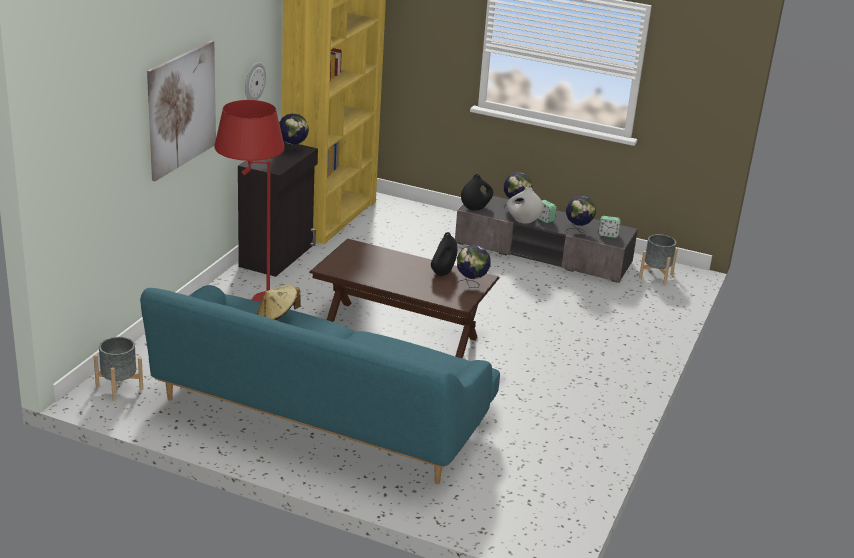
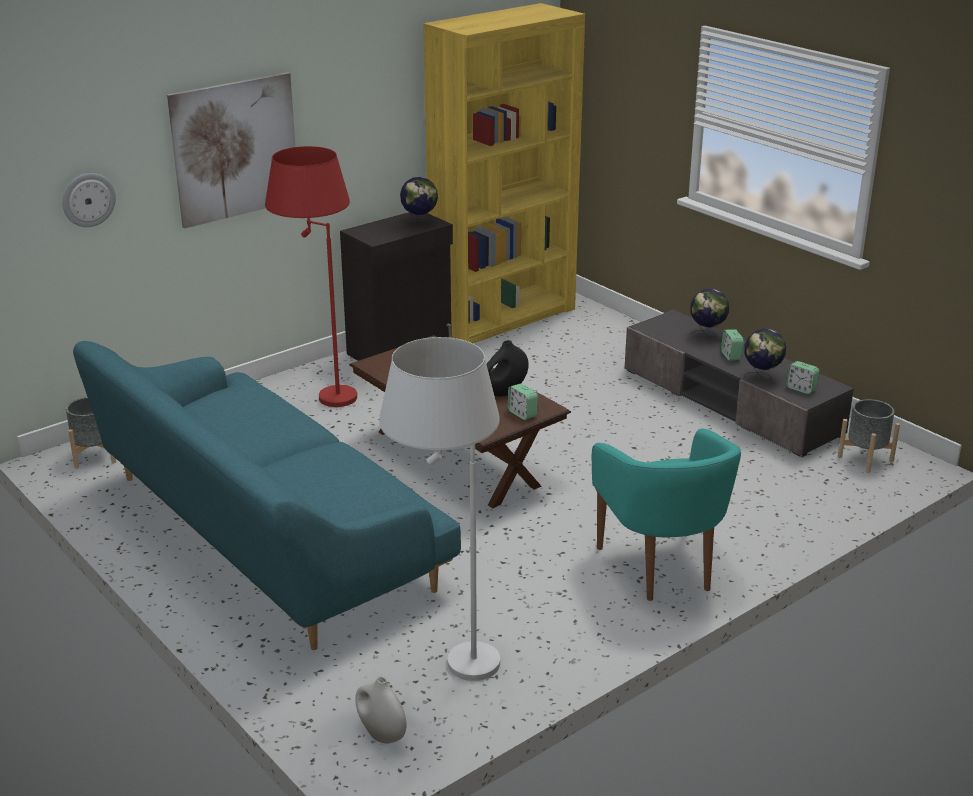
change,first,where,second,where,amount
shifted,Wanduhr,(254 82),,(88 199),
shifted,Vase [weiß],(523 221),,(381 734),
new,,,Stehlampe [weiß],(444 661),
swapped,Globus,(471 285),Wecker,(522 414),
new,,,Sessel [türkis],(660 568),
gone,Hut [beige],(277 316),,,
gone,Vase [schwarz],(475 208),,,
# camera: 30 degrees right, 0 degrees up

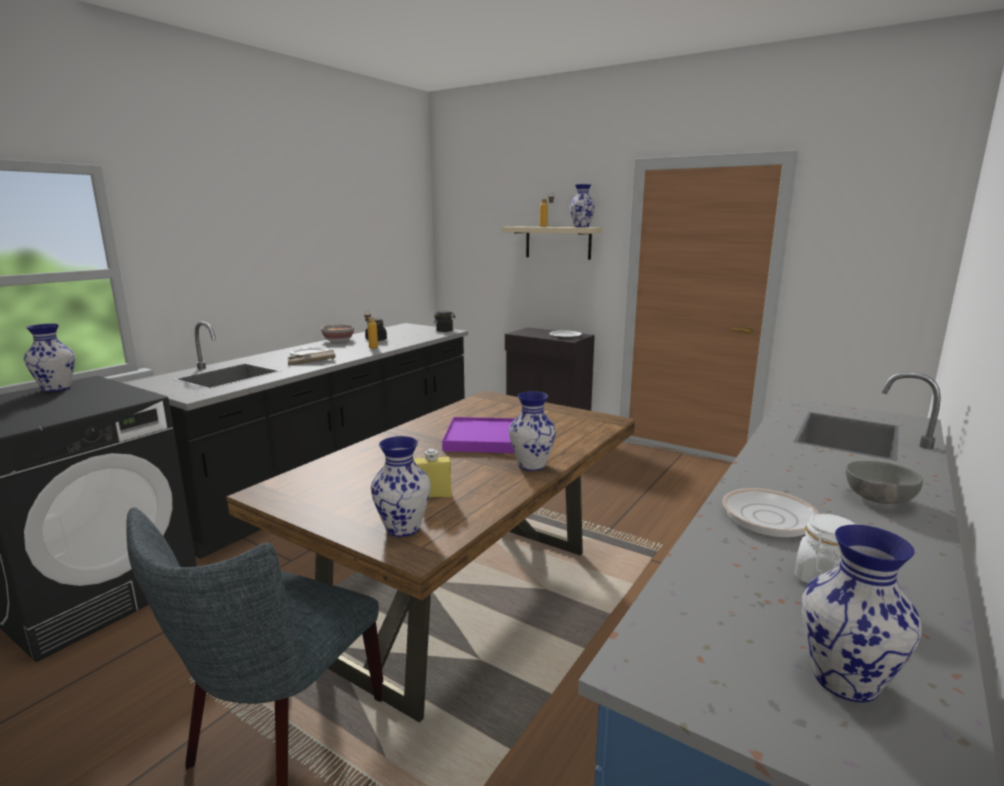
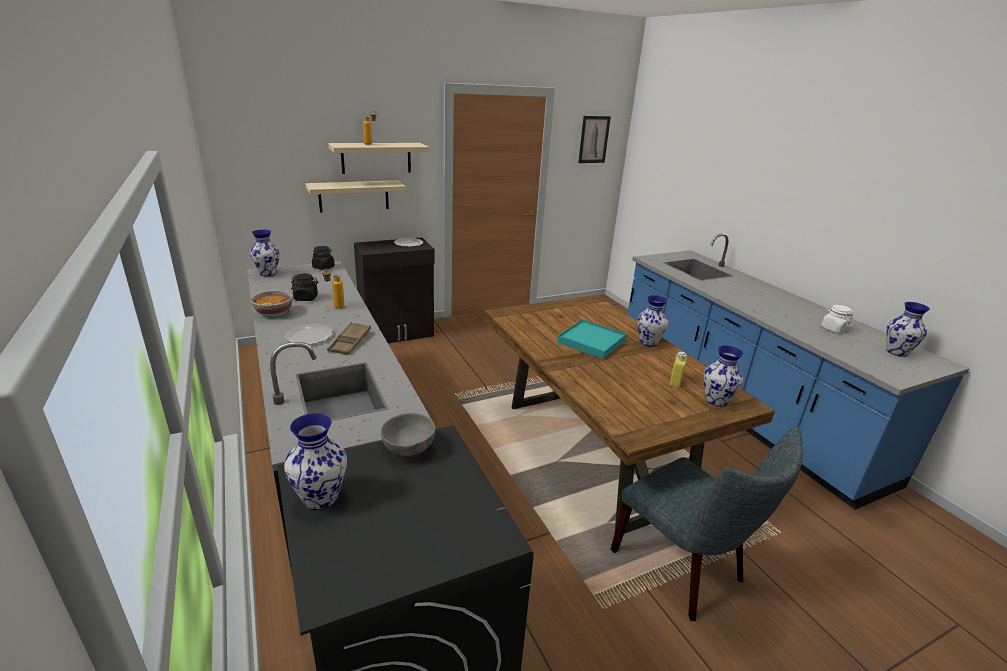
change,first,where,second,where,amount
shifted,Vase,(582 227),,(268 273),
new,,,Wandregal [beige],(354 196),
shifted,Schüssel [grau],(877 500),,(408 449),
repainted,Tablett [lila],(482 439),Tablett [türkis],(592 341),
new,,,Bild,(594 139),
gone,Pfanne,(775 520),,,
# camera: 60 degrees left, 10 degrees up

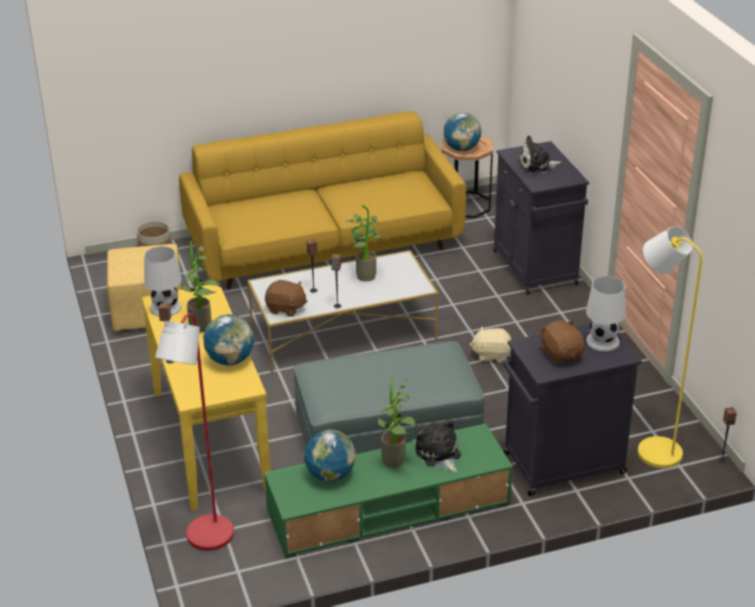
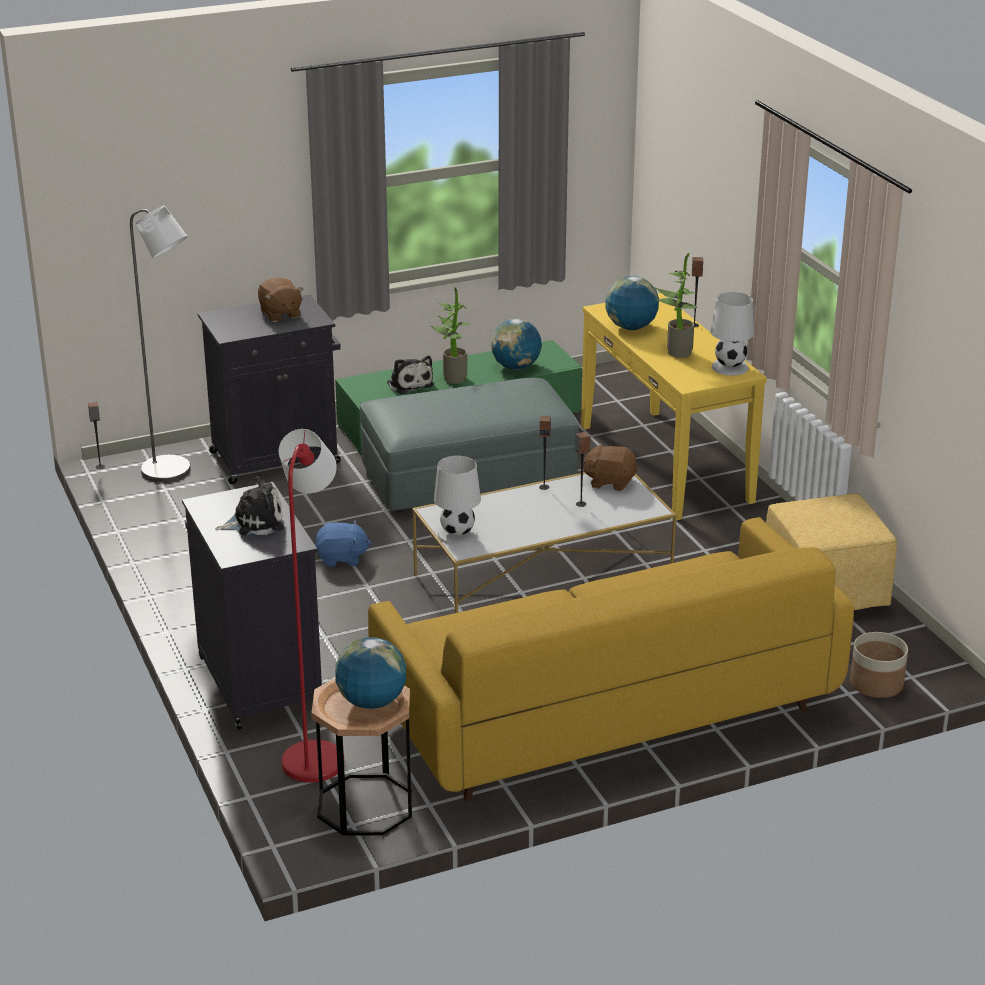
change,first,where,second,where,amount
repainted,Stehlampe [gelb],(651 450),Stehlampe [grau],(173 472),
shifted,Stehlampe [rot],(206 540),,(317 755),
repainted,Plüschtier [beige],(491 355),Plüschtier [blau],(342 558),
shifted,Tischlampe [weiß],(602 341),,(458 535),
gone,Topfpflanze,(364 275),,,
# camera: 175 degrees right, 5 degrees down

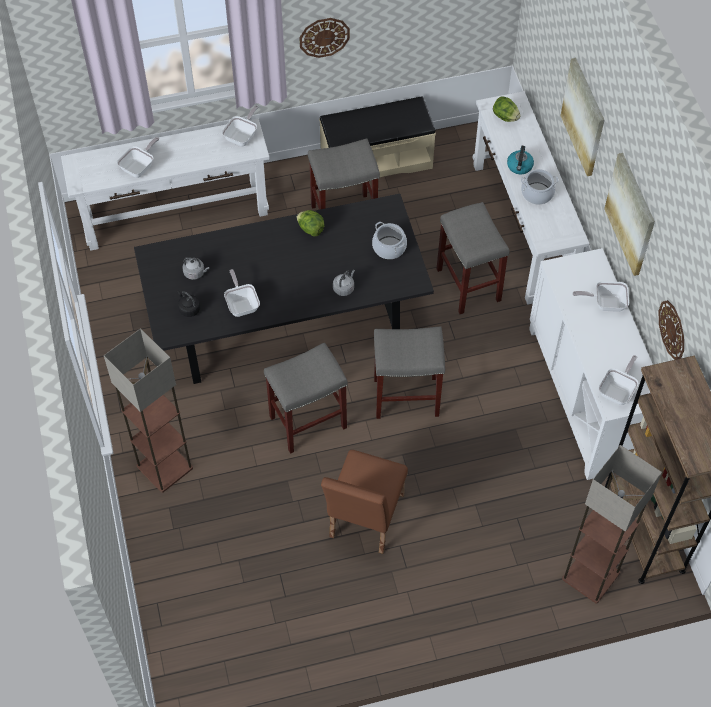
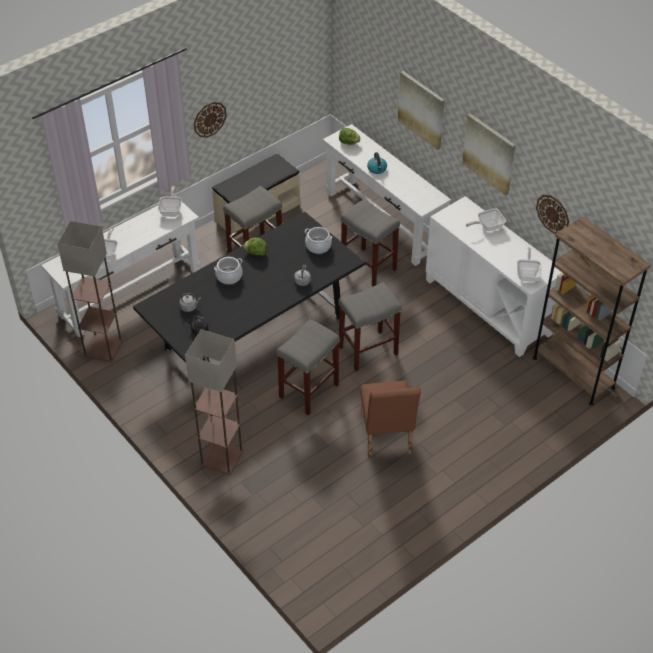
change,first,where,second,where,amount
shifted,Stehlampe,(591 577),,(103 348),
shifted,Kochtopf,(537 193),,(229 276),
gone,Pfanne,(242 304),,,
# camera: 25 degrees left, 10 degrees down

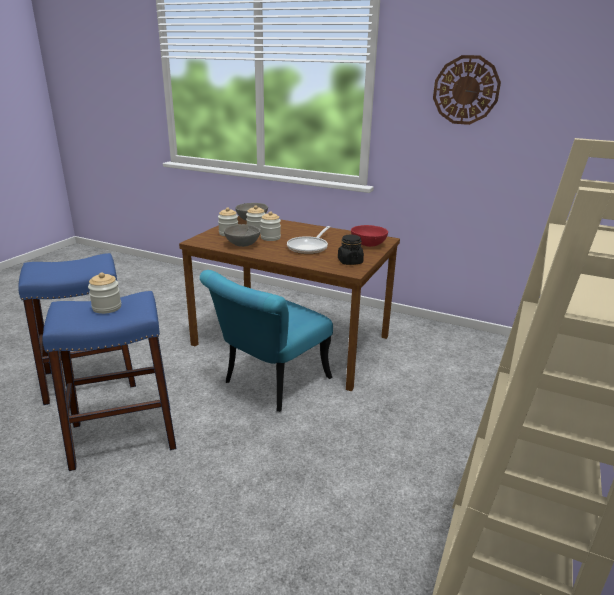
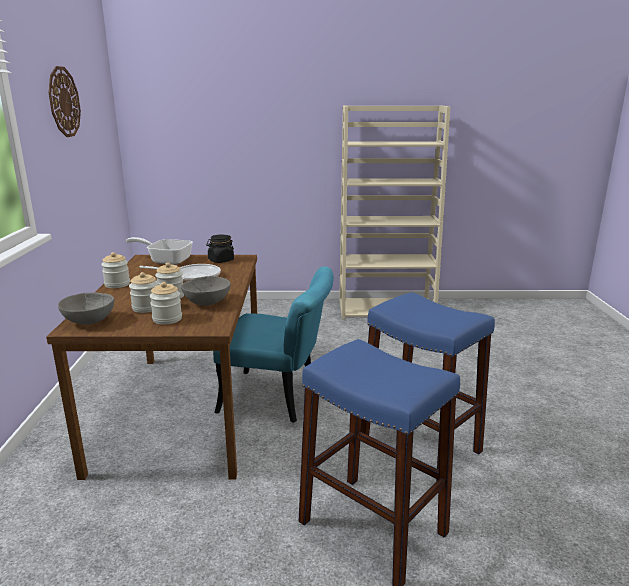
change,first,where,second,where,amount
shifted,Vorratsglas,(107 307),,(117 284),
swapped,Schüssel [rot],(369 245),Pfanne,(166 260),
# camera: 115 degrees left, 5 degrees down

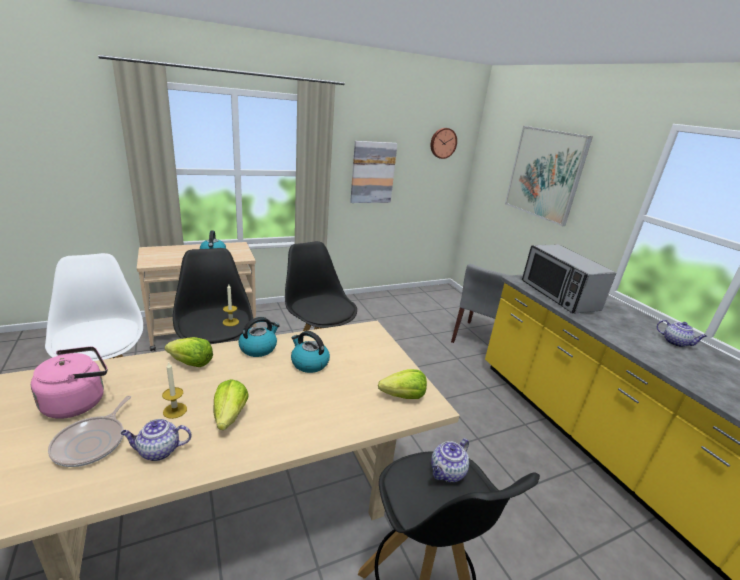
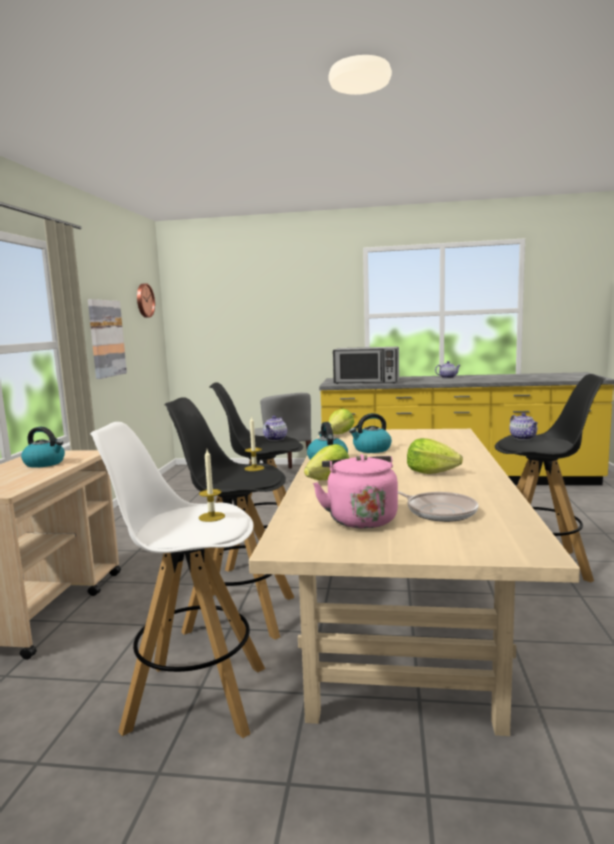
change,first,where,second,where,amount
shifted,Kerze,(175 410),,(211 517),
shifted,Teekanne,(158 451),,(275 439),
shifted,Salatkopf,(403 396),,(340 434),
gone,Bild,(545 174),,,
# camera: 55 degrees left, 15 degrees down

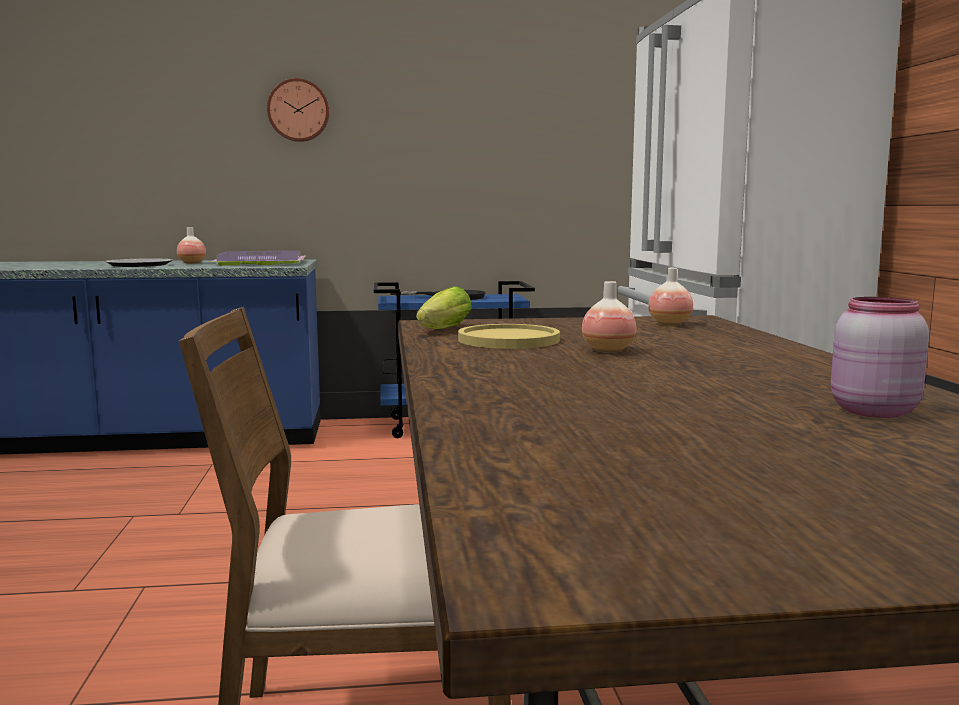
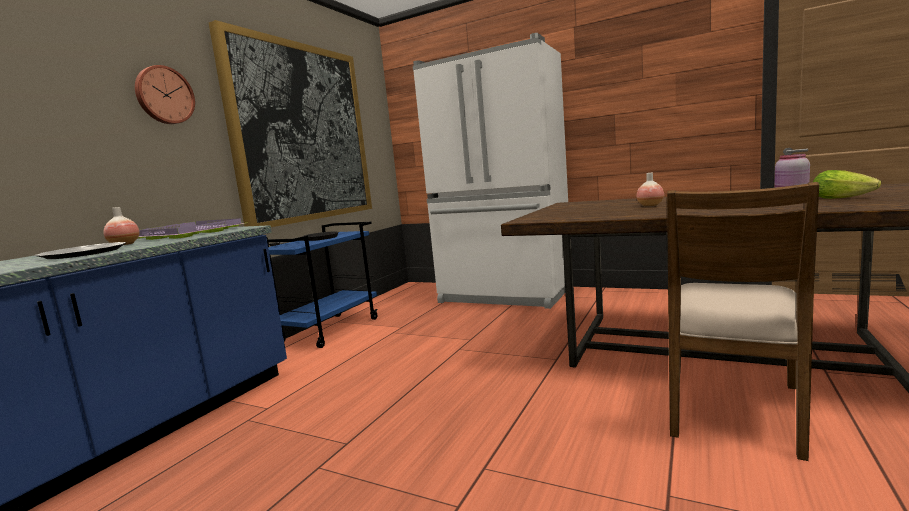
change,first,where,second,where,amount
new,,,Bild,(302 133),
shifted,Salatkopf,(441 330),,(844 198),
gone,Teller [gelb],(508 339),,,
gone,Vase,(669 324),,,
# camera: 55 degrees left, 0 degrees up

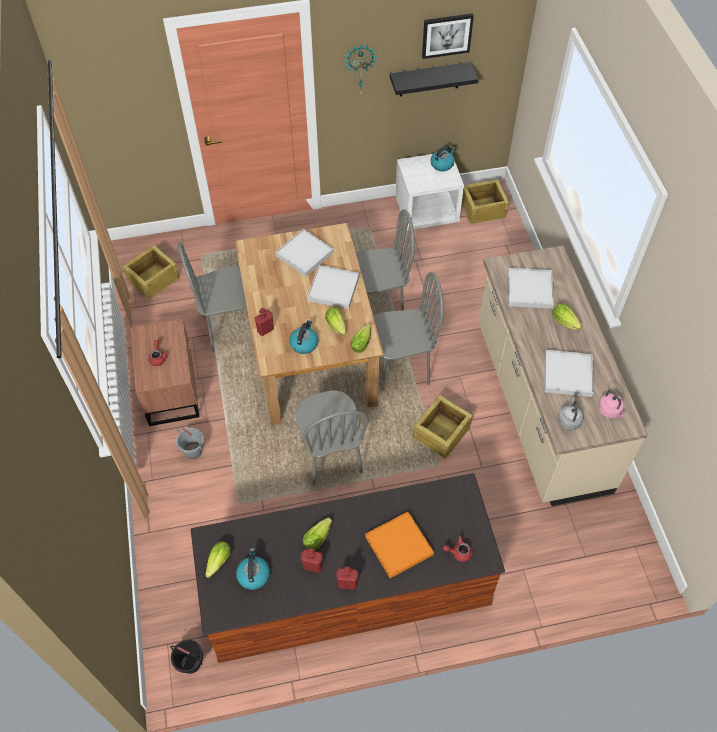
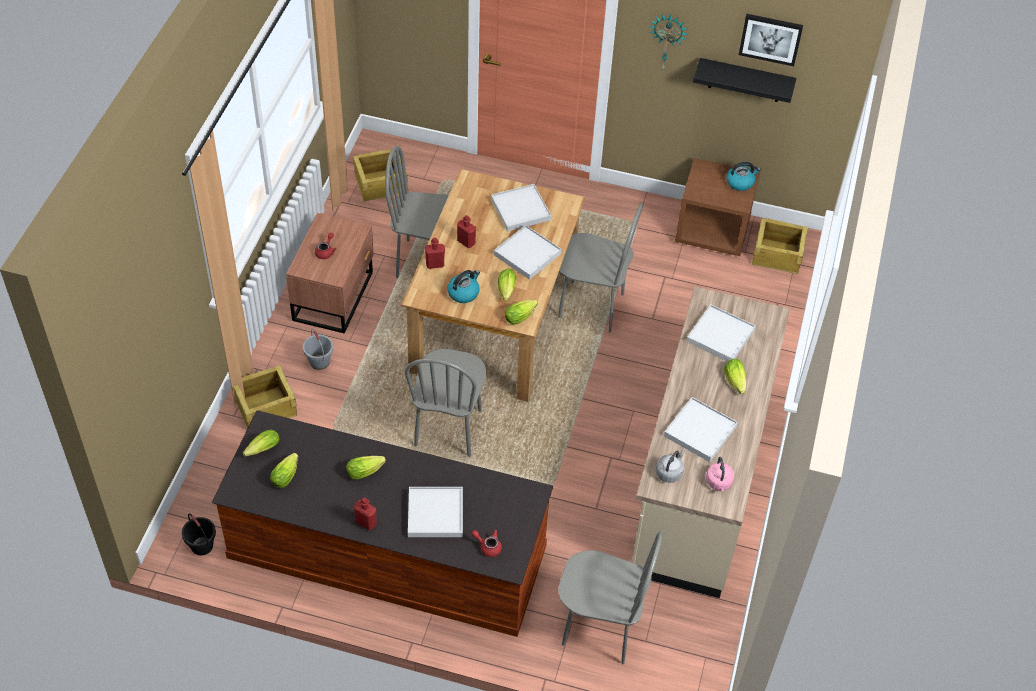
change,first,where,second,where,amount
shifted,Kiste,(440 433),,(265 406),
swapped,Wasserkessel,(253 574),Salatkopf,(286 474),
repainted,Tablett [orange],(399 546),Tablett [weiß],(435 514),
shifted,Flasche [rot],(312 566),,(466 242),
shifted,Stuhl [grau],(400 369),,(600 628),
repainted,Nachttisch [weiß],(427 211),Nachttisch [braun],(712 231),
# camera: 25 degrees right, 5 degrees down

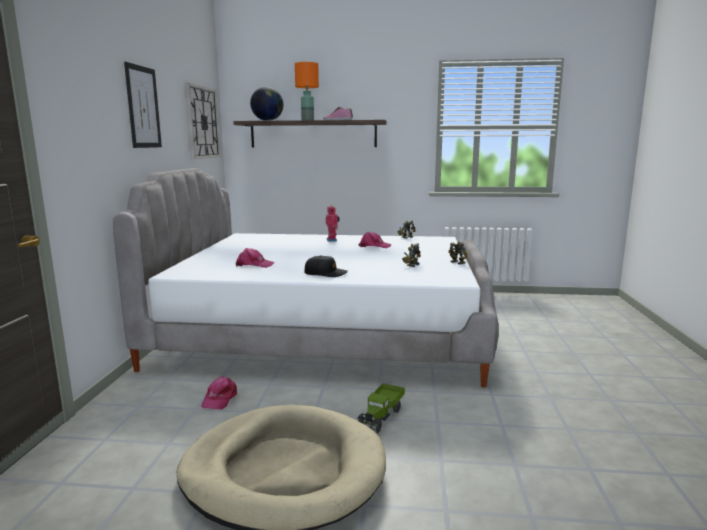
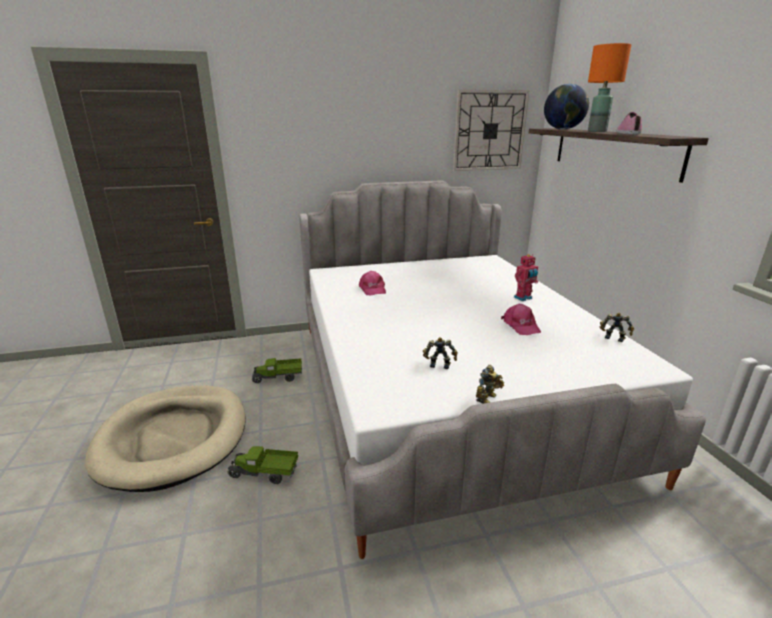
change,first,where,second,where,amount
swapped,Kappe [rosa],(219 399),Spielzeuglaster,(278 377),
gone,Bild,(143 107),,,
gone,Kappe [schwarz],(325 273),,,
# camera: 70 degrees right, 10 degrees up

